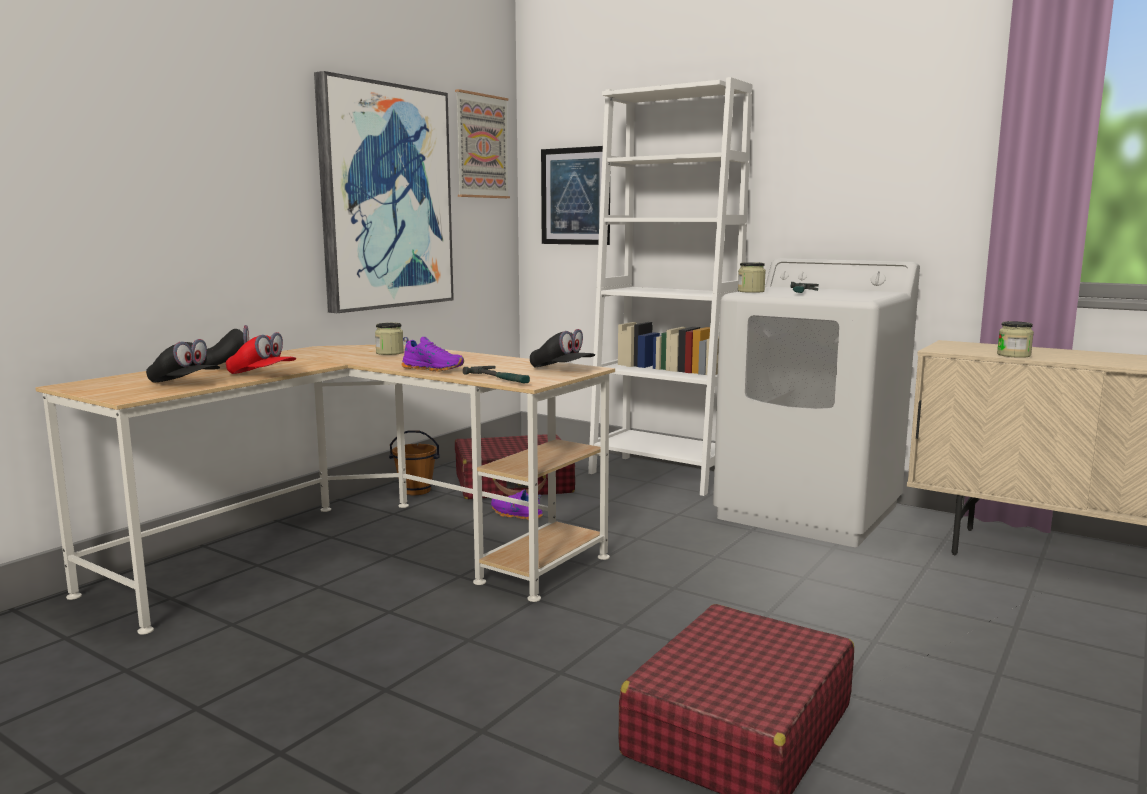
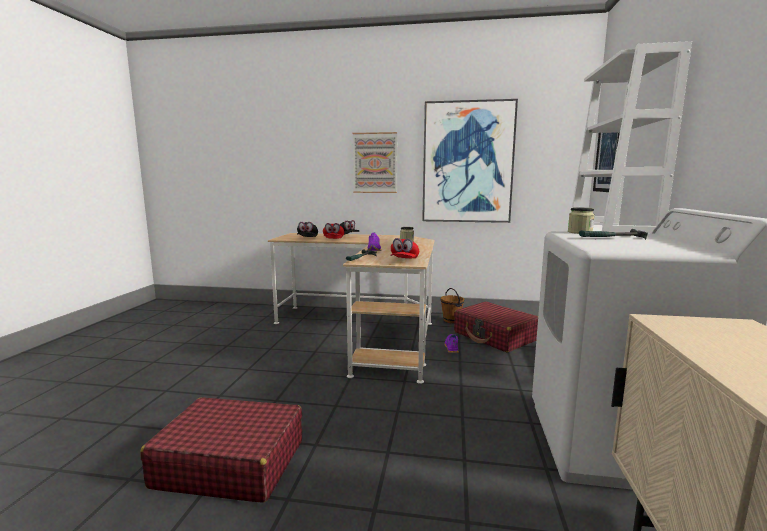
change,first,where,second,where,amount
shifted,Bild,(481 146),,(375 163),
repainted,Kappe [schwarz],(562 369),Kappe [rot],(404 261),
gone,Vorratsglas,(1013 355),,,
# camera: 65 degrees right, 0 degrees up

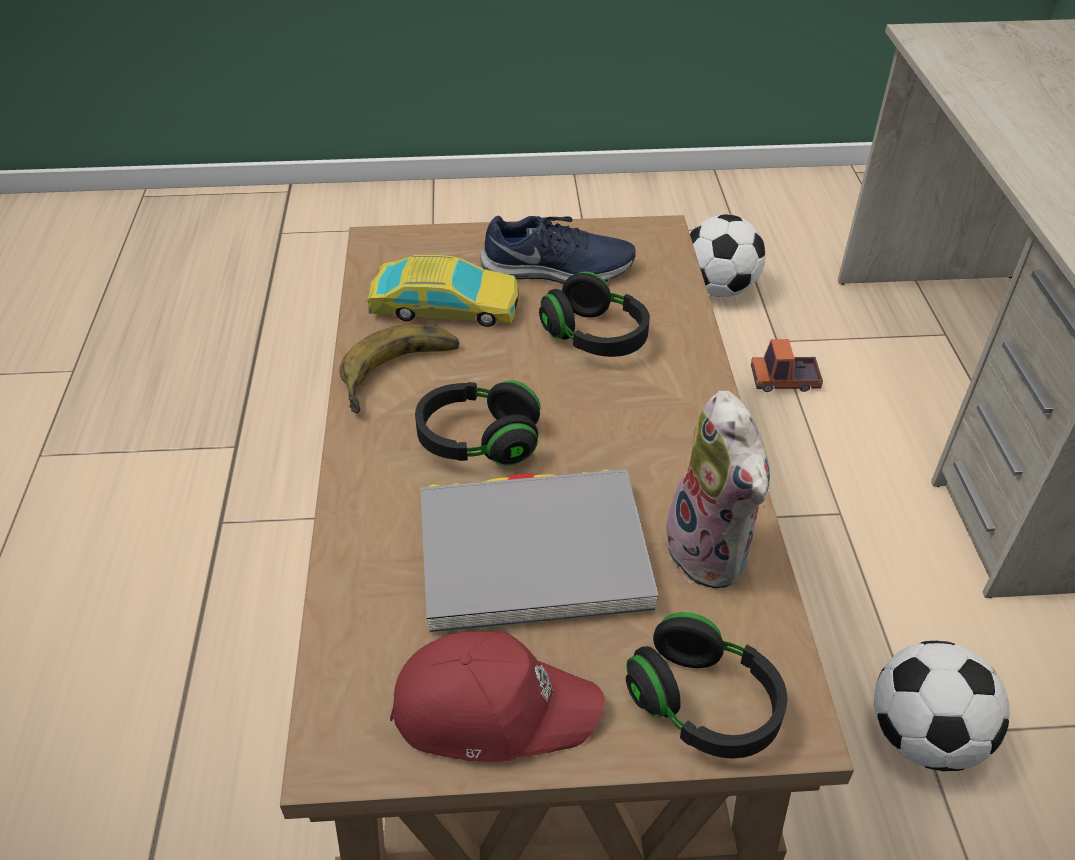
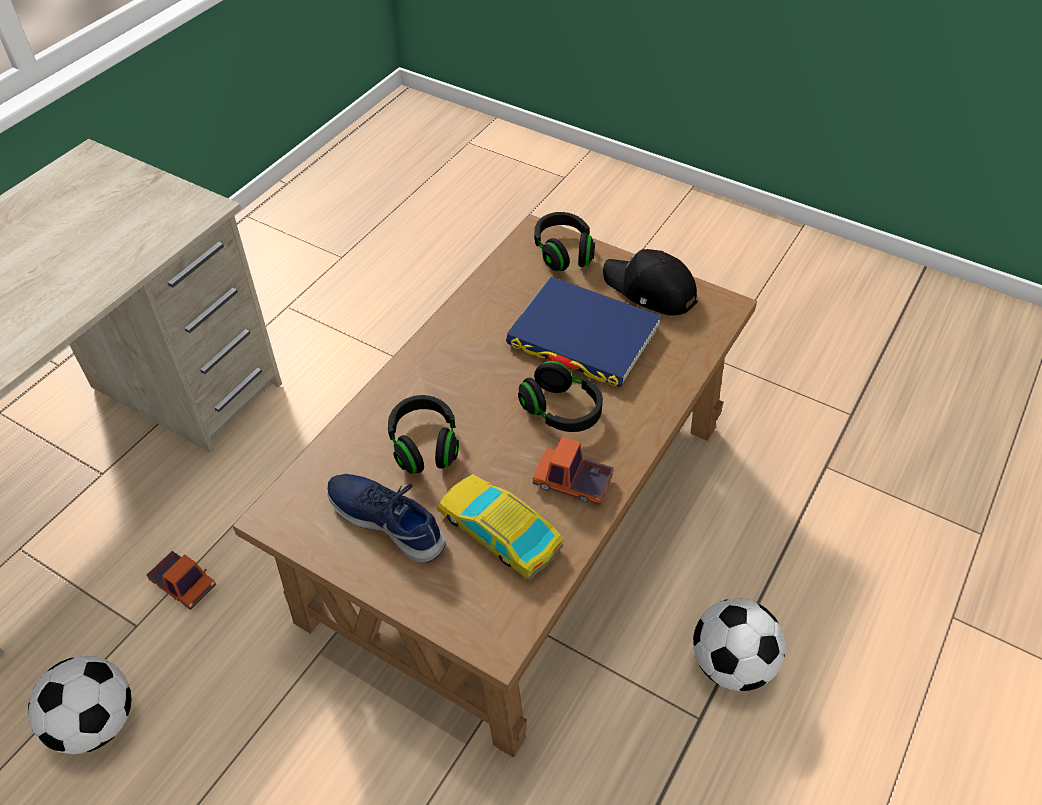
change,first,where,second,where,amount
repainted,Buch [grau],(533 555),Buch [blau],(583 337),
swapped,Banane,(404 376),Spielzeuglaster,(572 482),
repainted,Kappe [rot],(492 707),Kappe [schwarz],(649 290),
shifted,Fußball,(923 736),,(731 664),
gone,Plüschtier,(714 552),,,
# camera: 145 degrees left, 5 degrees up

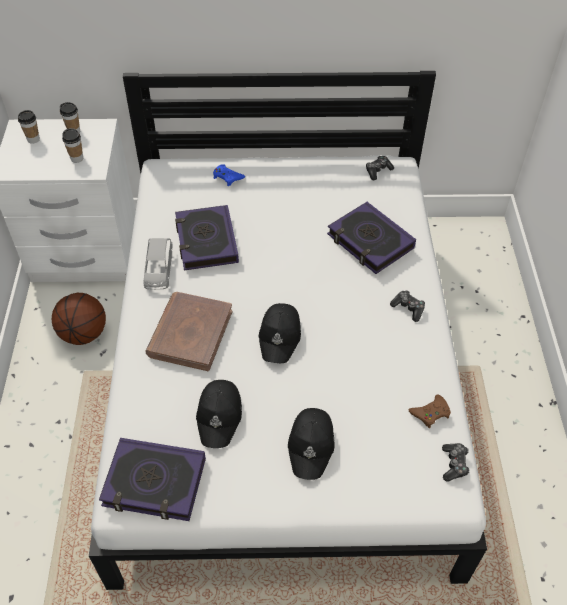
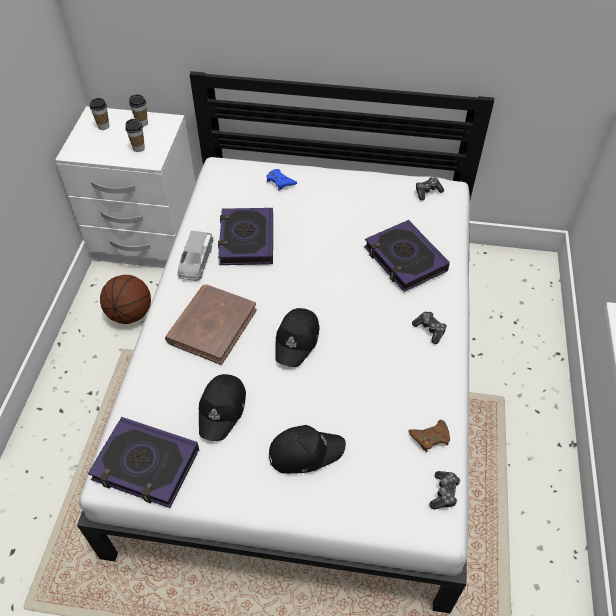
change,first,where,second,where,amount
rotated,Kappe [schwarz],(311 445),,(305 452),120 degrees counterclockwise
# camera: 10 degrees right, 0 degrees up

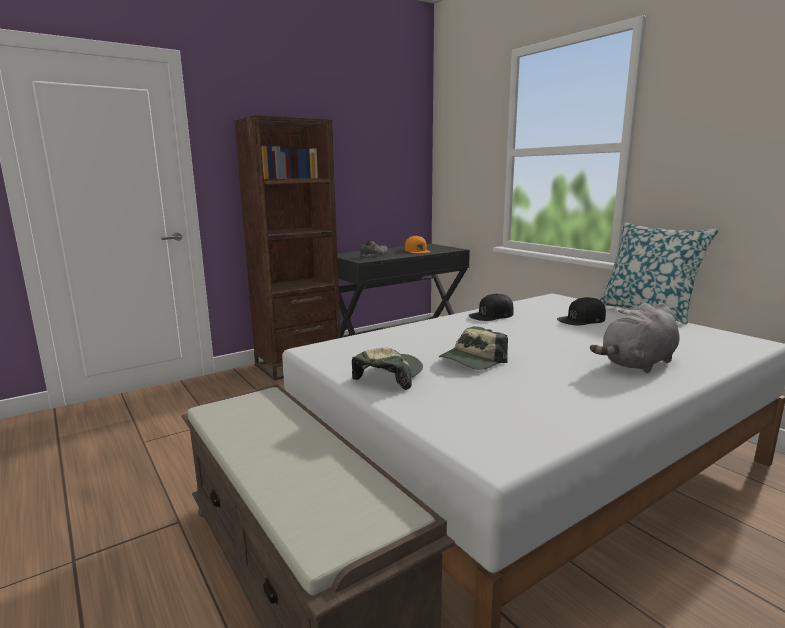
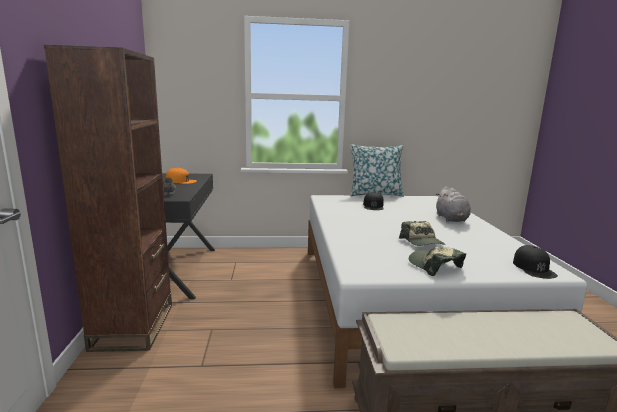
change,first,where,second,where,amount
shifted,Kappe [schwarz],(491 315),,(534 268),
# camera: 60 degrees left, 0 degrees up

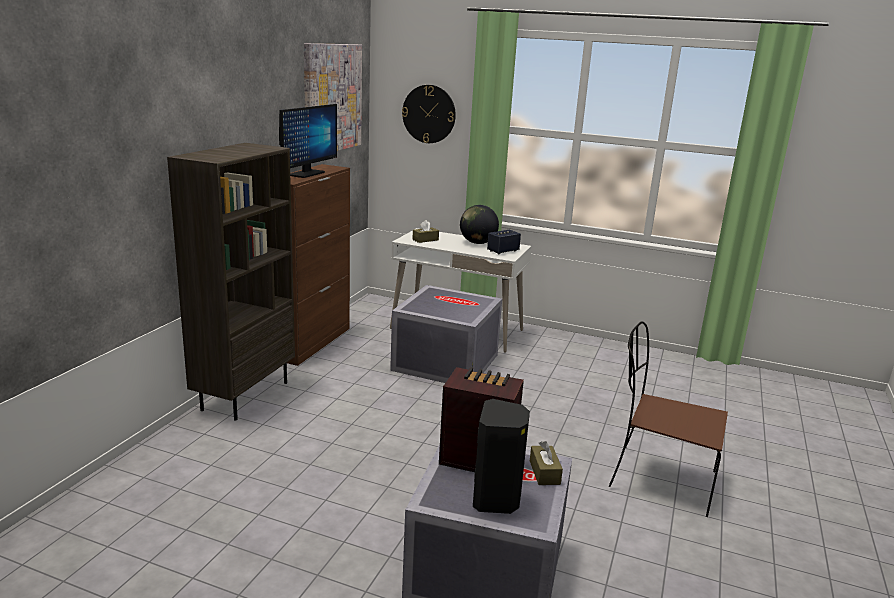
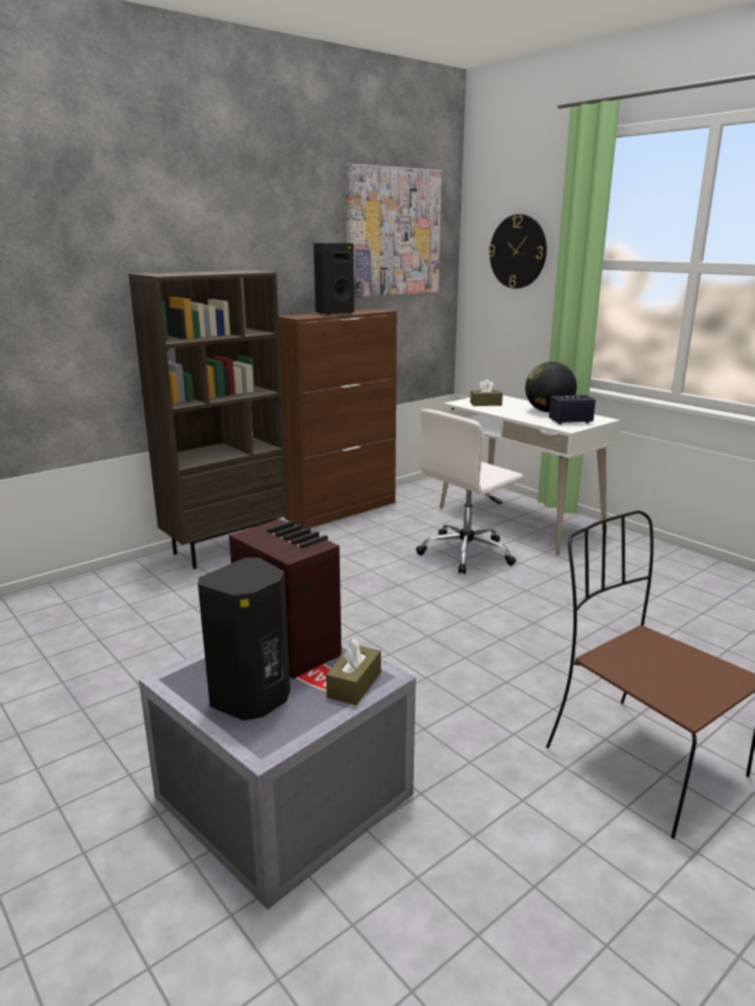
change,first,where,second,where,amount
swapped,Monitor,(306 174),Lautsprecher [schwarz],(333 313),
swapped,Aufbewahrungsbox [grau],(443 362),Bürostuhl [weiß],(467 553),
# camera: 30 degrees right, 0 degrees up

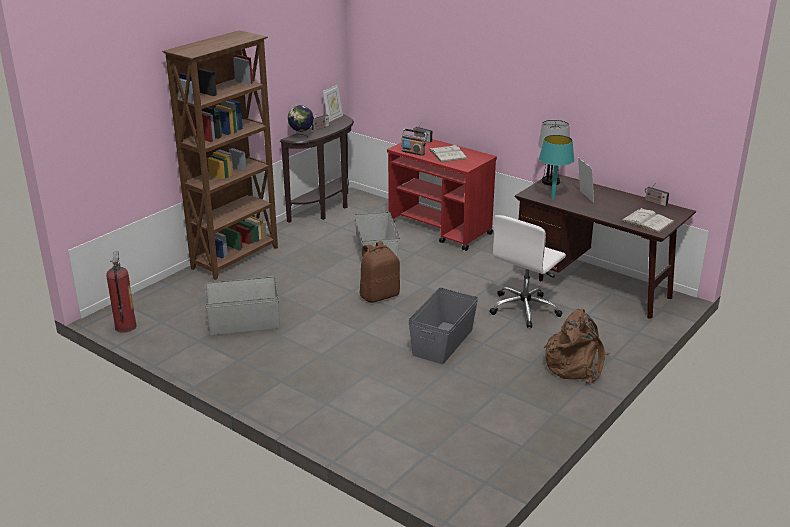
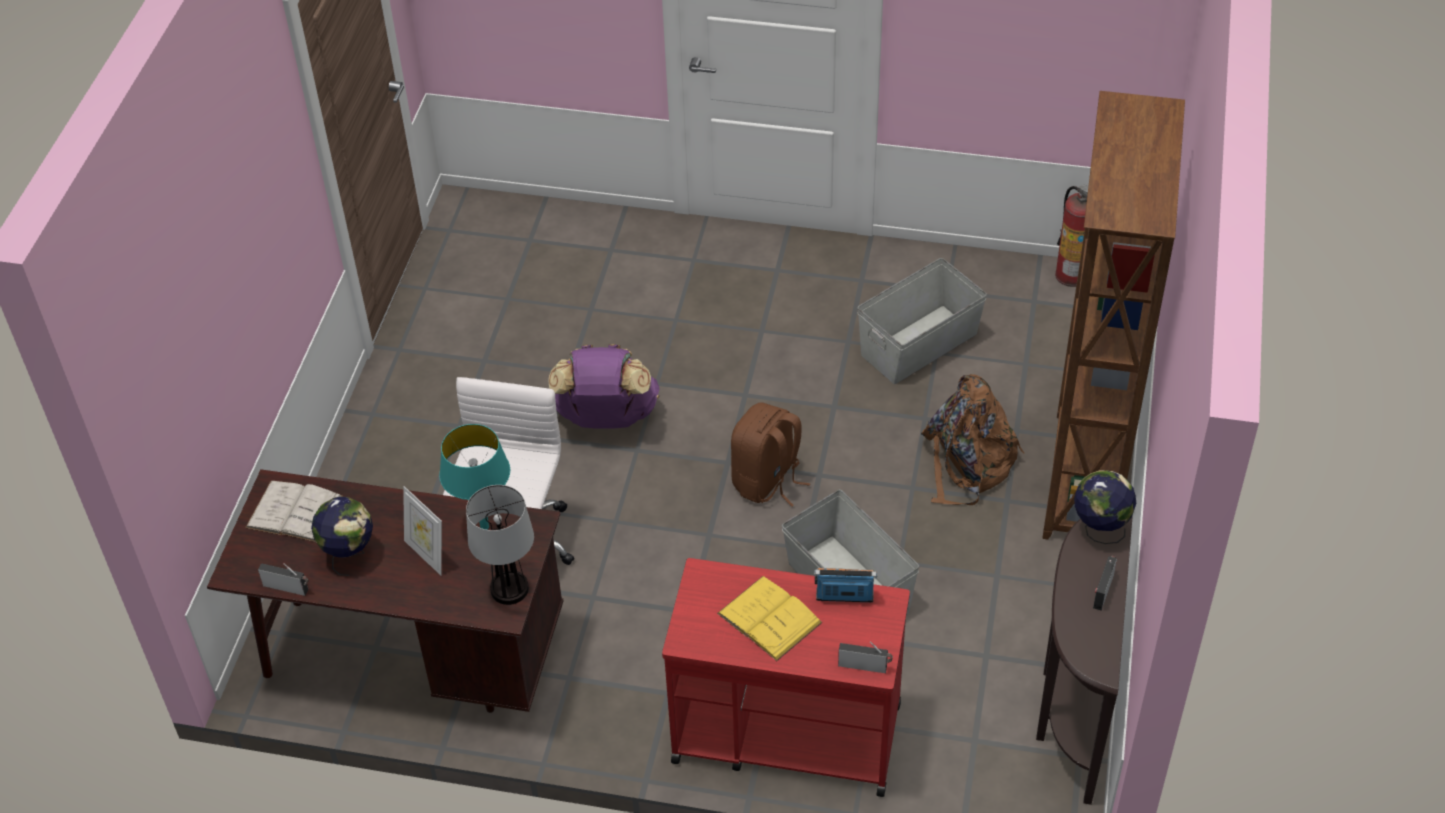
change,first,where,second,where,amount
new,,,Globus,(349 555),
swapped,Aufbewahrungsbox [grau],(443 342),Rucksack [lila],(606 418),
repainted,Buch [weiß],(447 154),Buch [gelb],(769 618),
shifted,Rucksack [braun],(575 365),,(967 463),
gone,Bilderrahmen,(333 118),,,
# camera: 155 degrees right, 20 degrees up

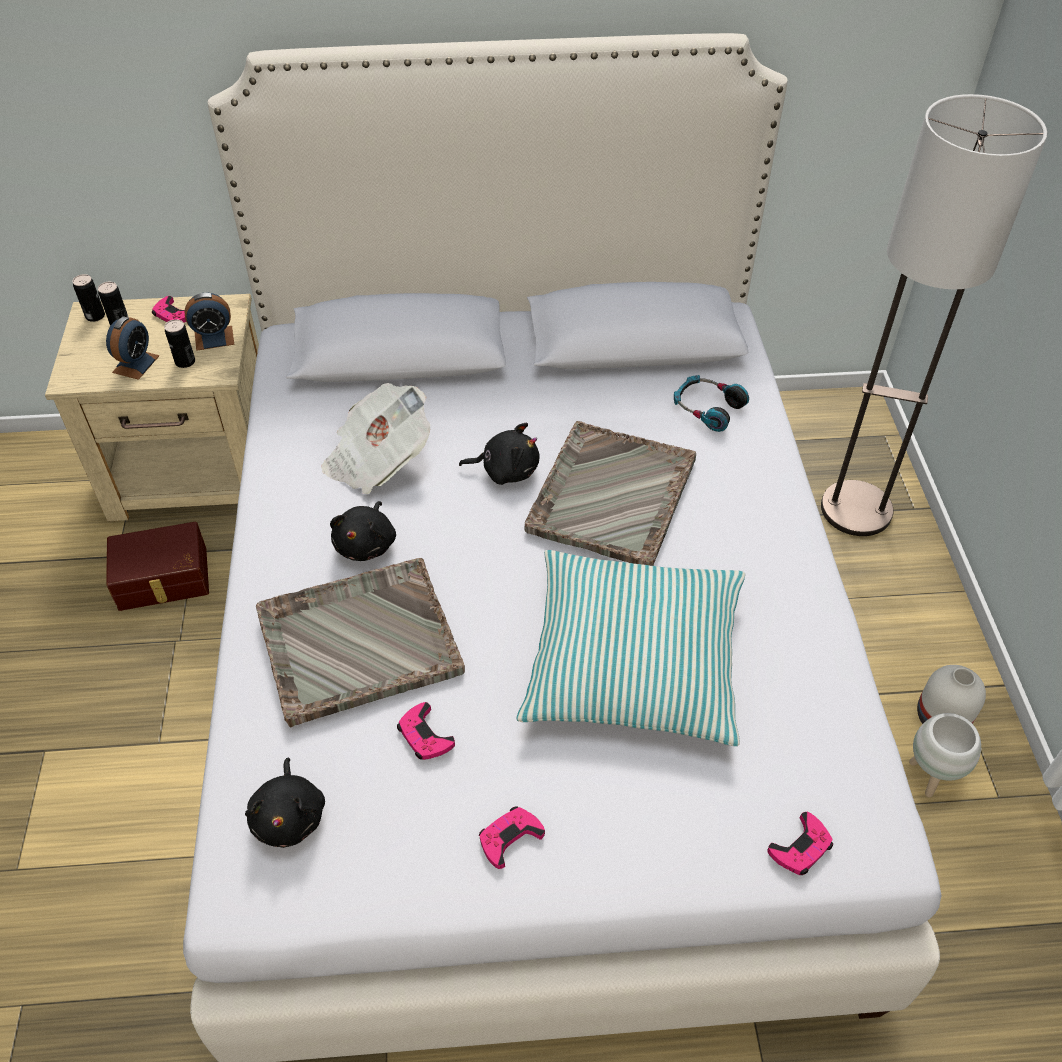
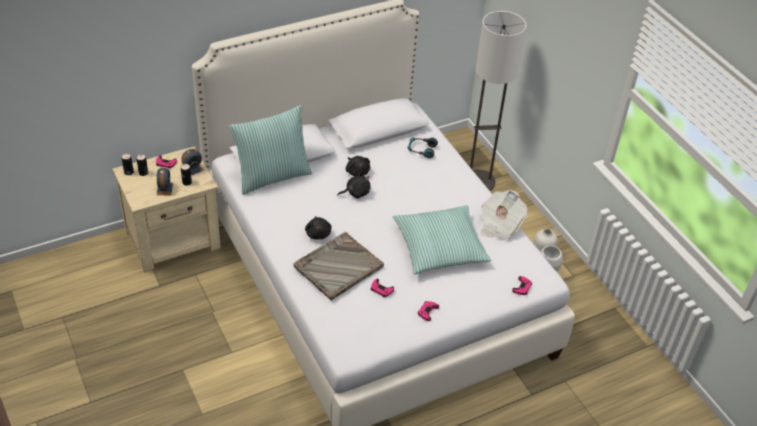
change,first,where,second,where,amount
new,,,Kissen,(272 176),
shifted,Plüschtier [schwarz],(290 816),,(357 171),
shifted,Zeitung,(377 459),,(499 224),
gone,Aufbewahrungsbox [braun],(163 580),,,
gone,Tablett [grau],(611 496),,,
# camera: 25 degrees left, 5 degrees down

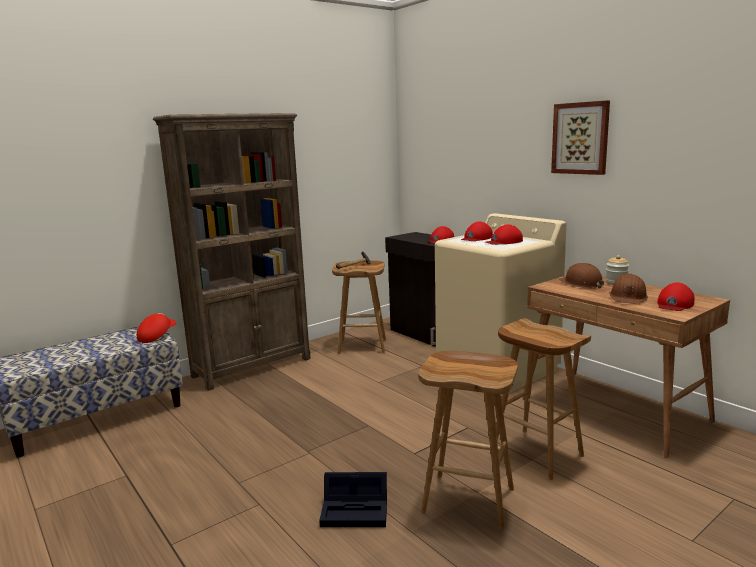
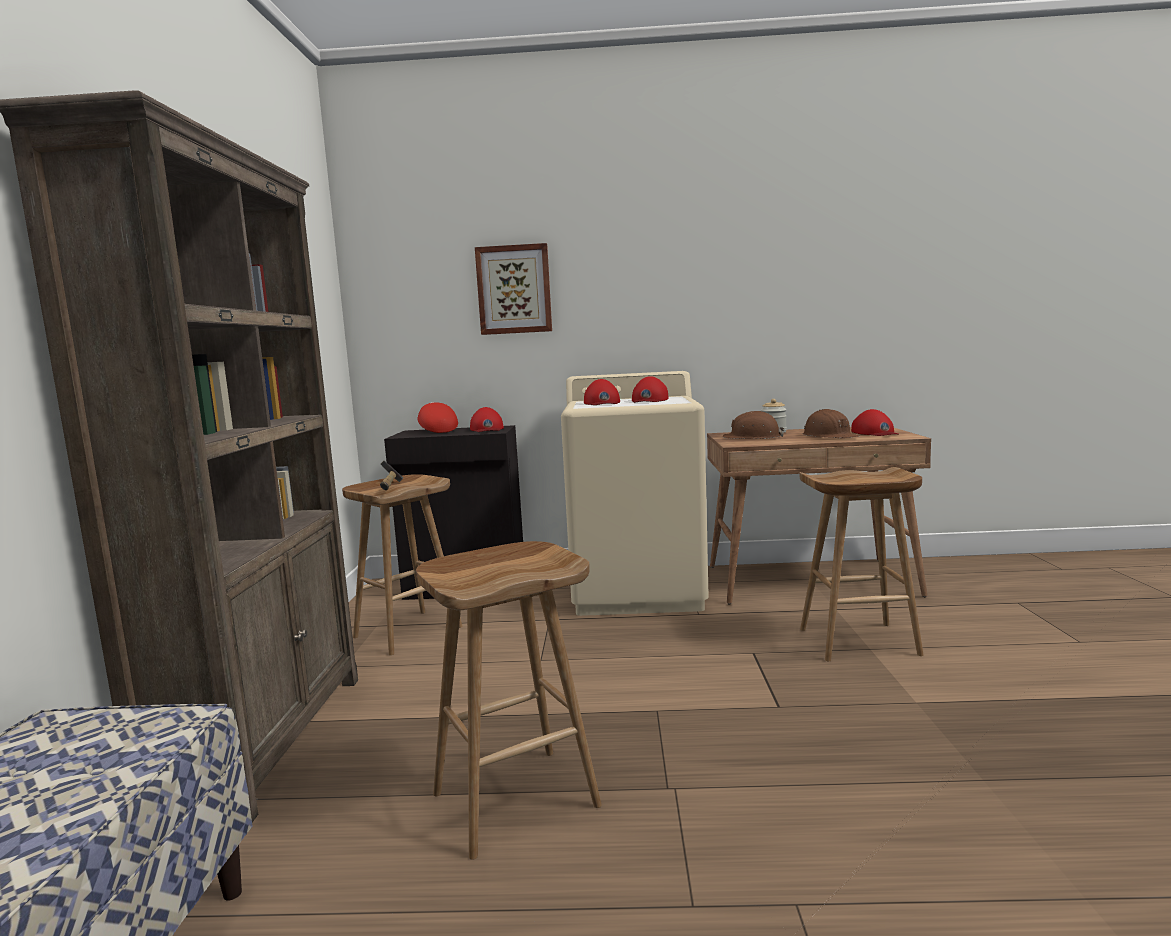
change,first,where,second,where,amount
shifted,Hocker [braun],(470 500),,(516 798),
shifted,Kappe [rot],(157 336),,(436 431),
shifted,Bild,(580 138),,(514 290),
gone,Aufbewahrungsbox [schwarz],(357 510),,,
# camera: 50 degrees left, 5 degrees down

